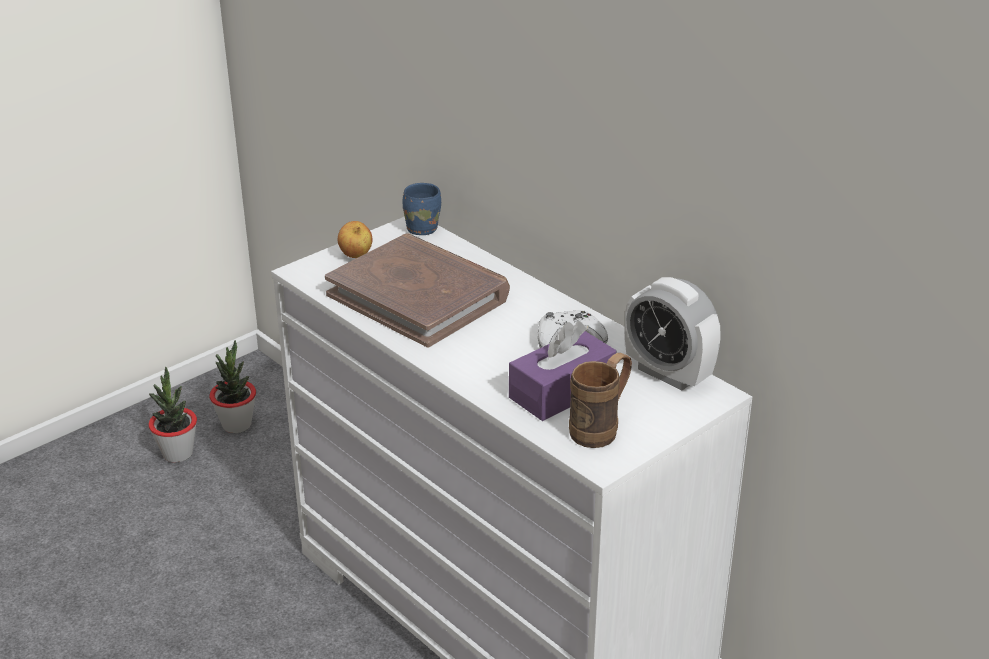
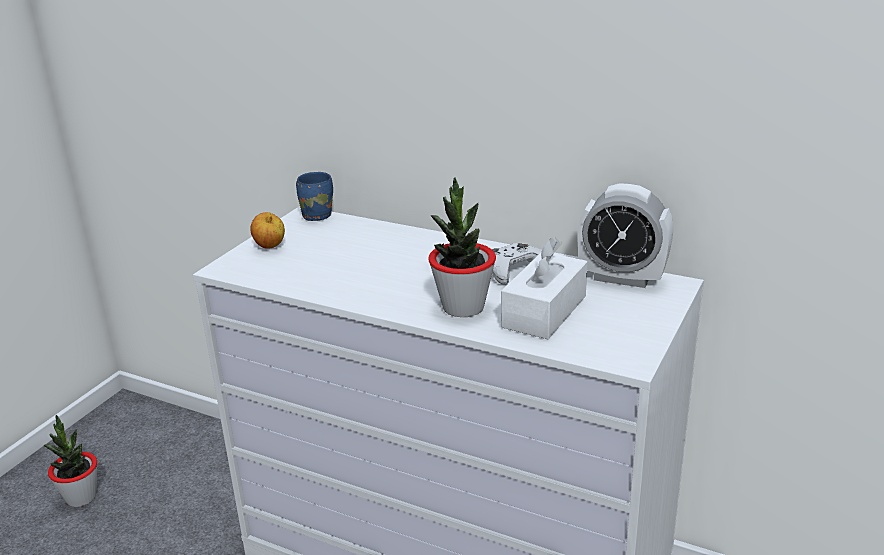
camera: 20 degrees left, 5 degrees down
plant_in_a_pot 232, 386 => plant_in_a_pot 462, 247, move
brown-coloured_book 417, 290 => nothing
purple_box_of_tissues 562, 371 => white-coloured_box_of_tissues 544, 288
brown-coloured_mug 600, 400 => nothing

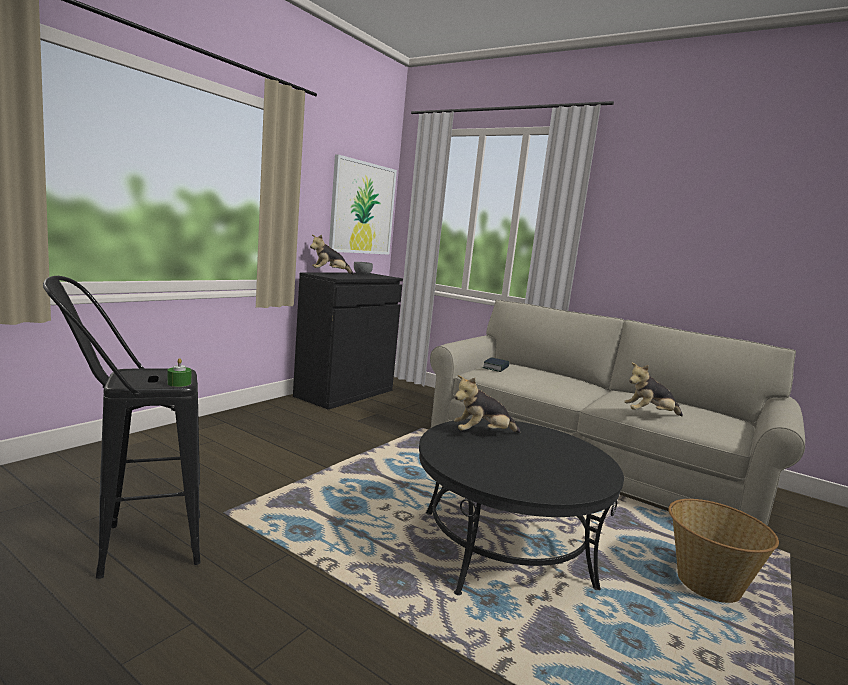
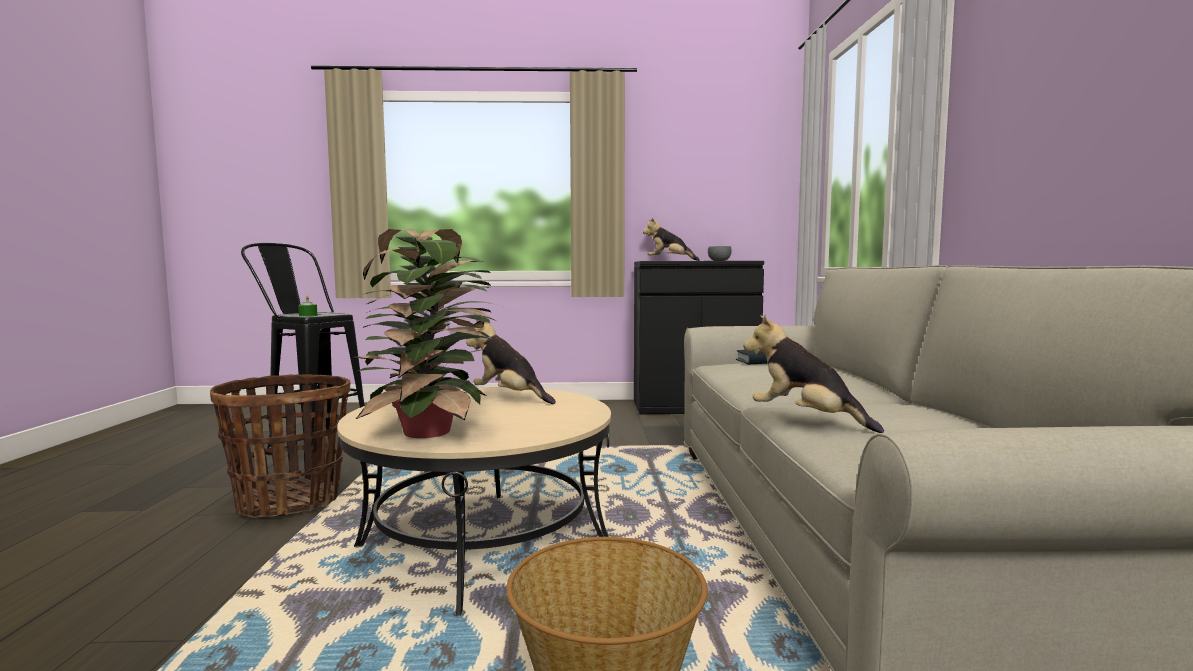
camera: 55 degrees right, 5 degrees down
picture 363, 204 => nothing
black_lounge_table 521, 507 => sand-coloured_lounge_table 474, 501
nothing => household_basket 280, 446
nothing => plant_in_a_pot 430, 333

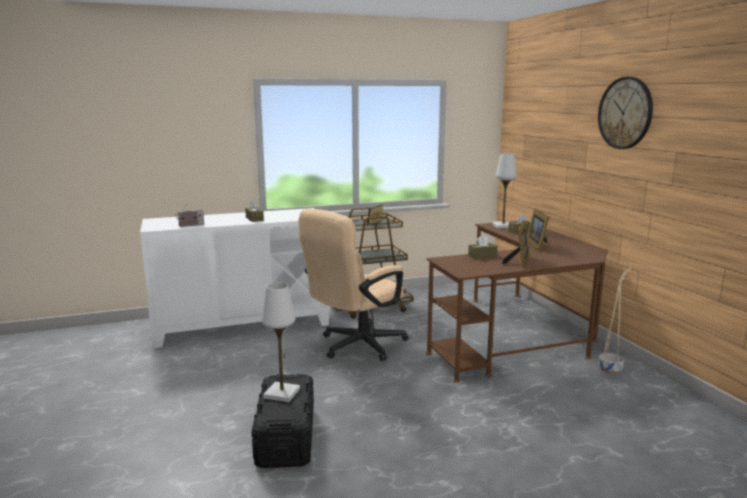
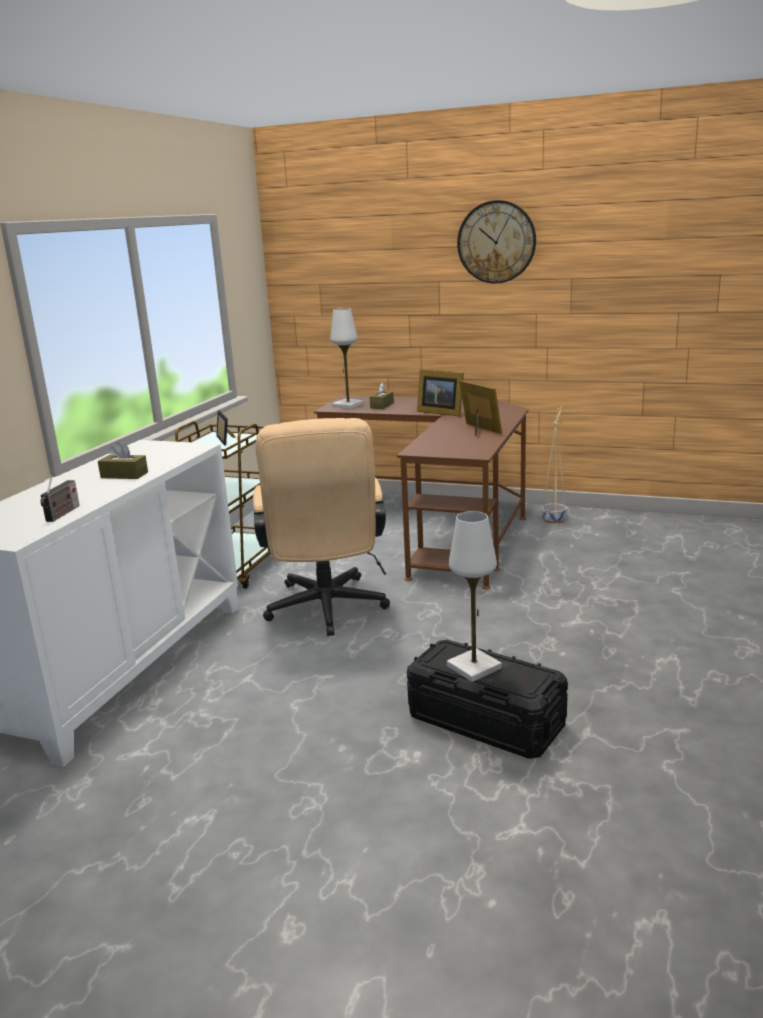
camera: 50 degrees left, 5 degrees up
brown-coloured_box_of_tissues 483, 247 => nothing

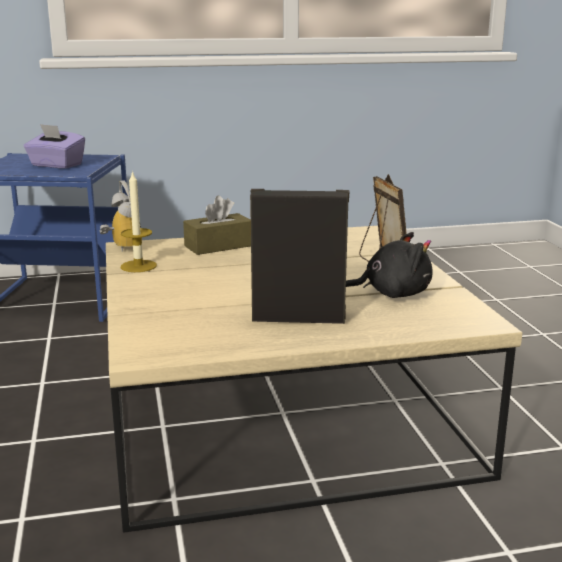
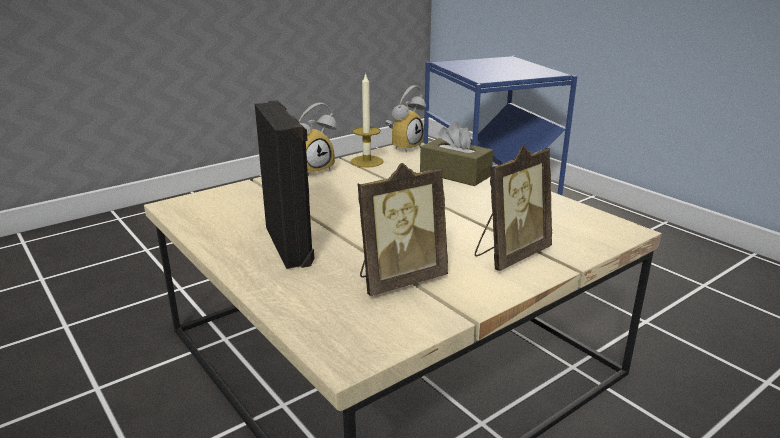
camera: 65 degrees right, 5 degrees up
purple_box_of_tissues 54, 146 => nothing
black_soft_toy 389, 265 => standing_frame 402, 229
nothing => bedside_clock 318, 139

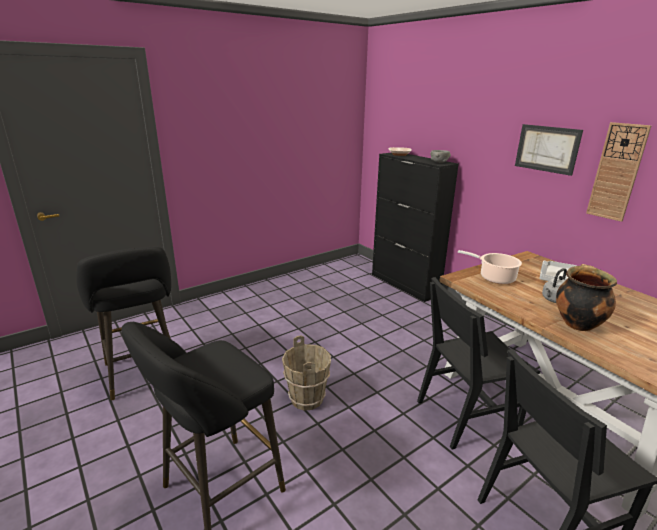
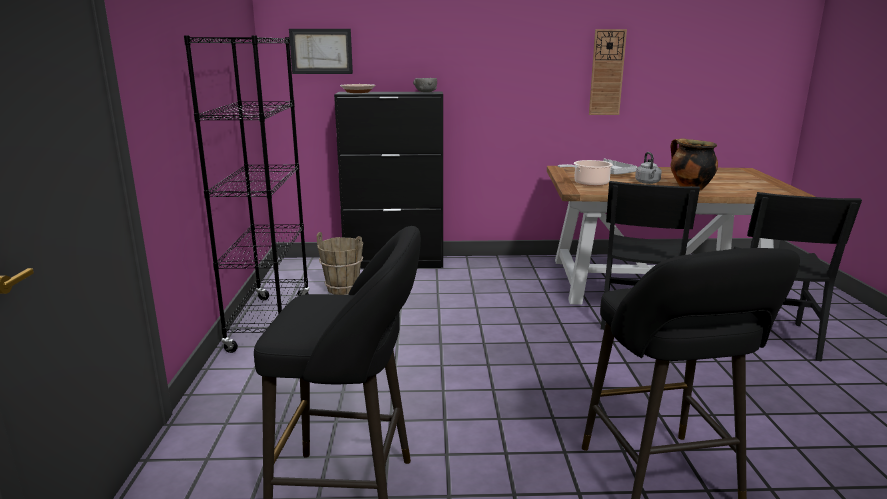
camera: 55 degrees left, 5 degrees down
brown-coloured_bucket 306, 373 => brown-coloured_bucket 340, 263, move
picture 549, 150 => picture 321, 51, move
nothing => black_shelving_unit 247, 194

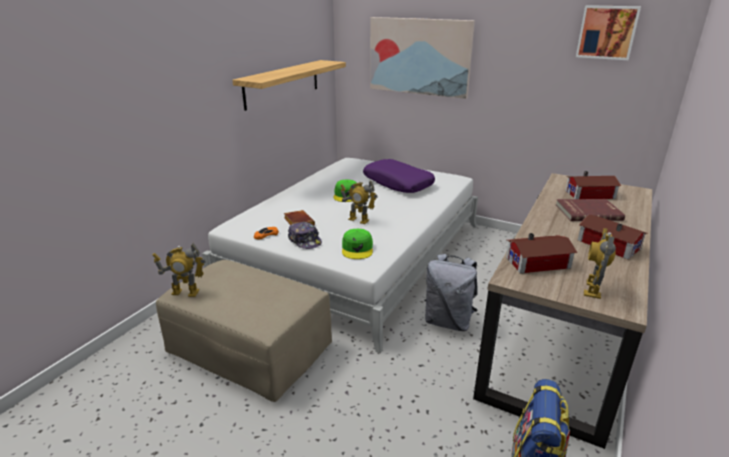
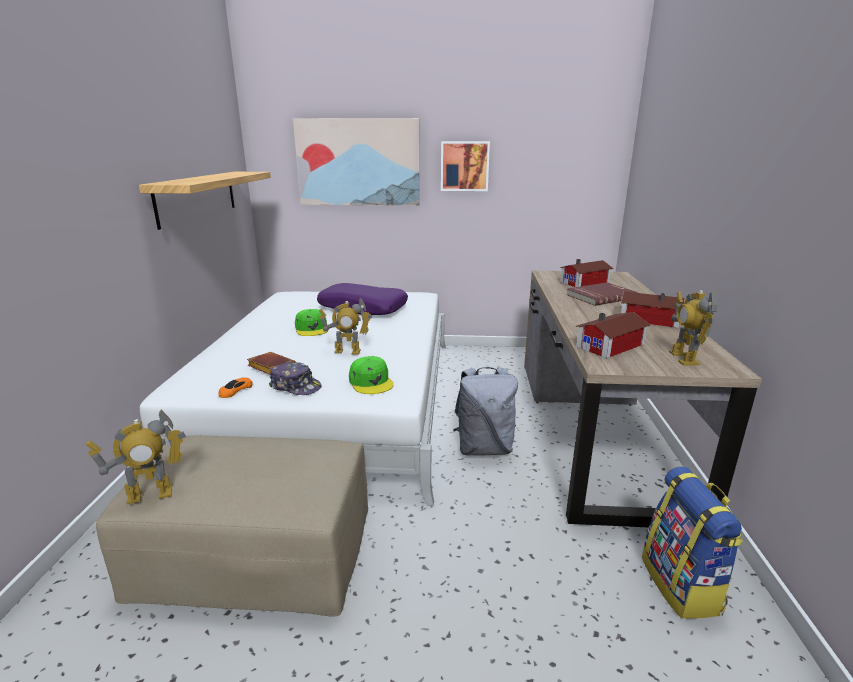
camera: 25 degrees left, 5 degrees down
picture 608, 32 => picture 465, 166, move

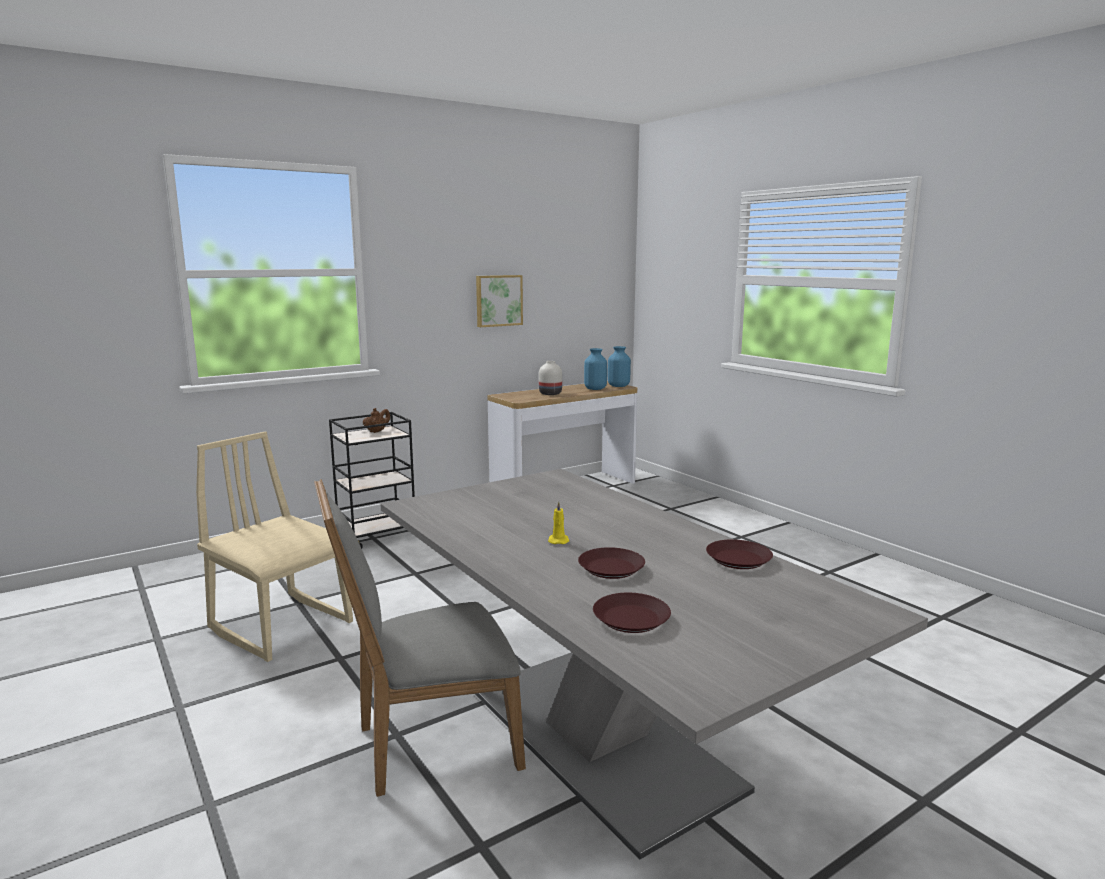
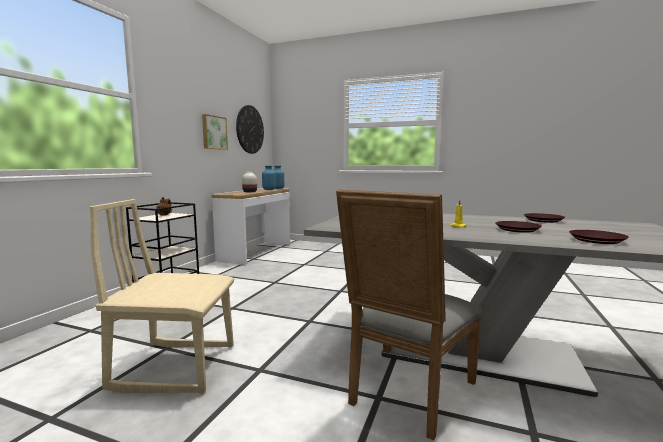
camera: 35 degrees left, 5 degrees down
nothing => hanging_clock 250, 129

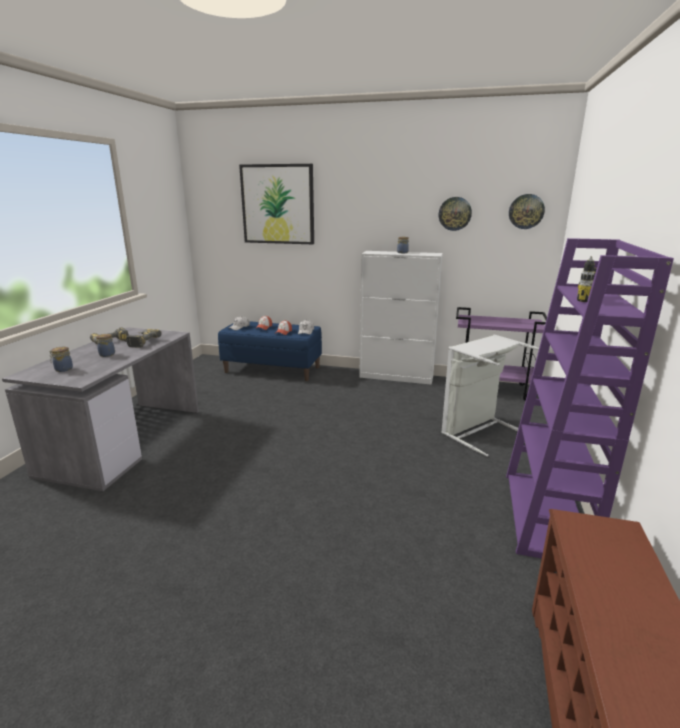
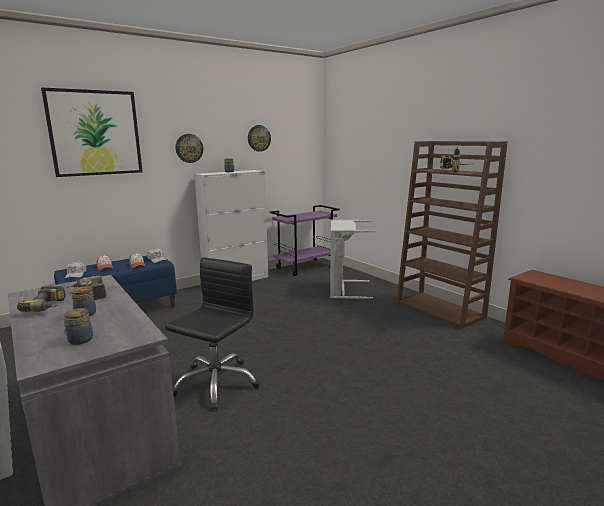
camera: 50 degrees left, 5 degrees down
purple_shelving_unit 590, 398 => brown-coloured_shelving_unit 452, 235
hanging_clock 527, 211 => hanging_clock 189, 148, move
nothing => black_desk_chair 212, 334

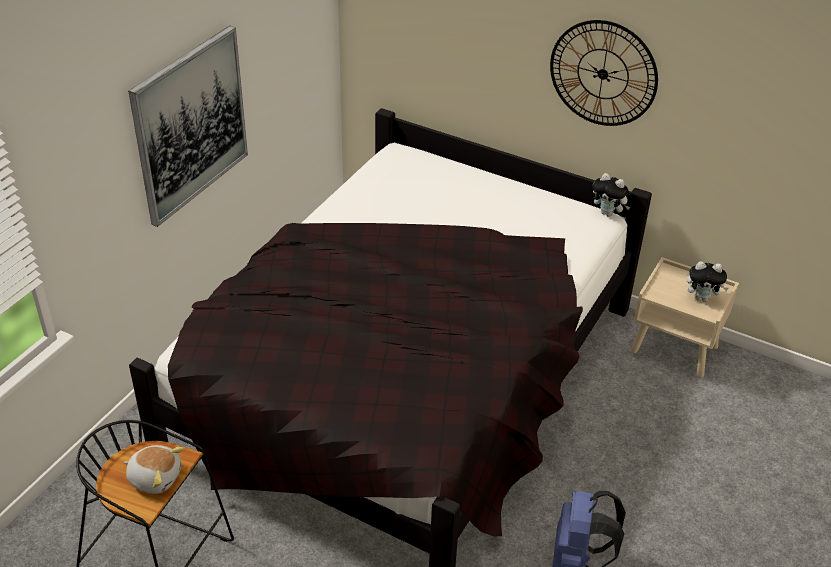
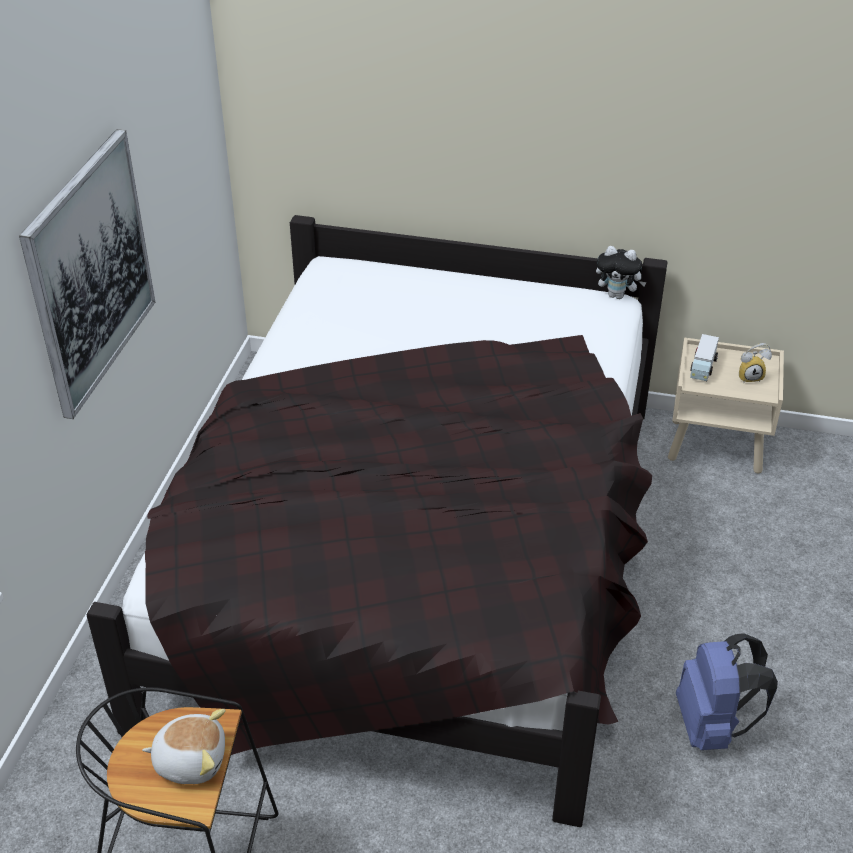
camera: 15 degrees left, 0 degrees up
hanging_clock 604, 73 => nothing
soft_toy 708, 281 => bedside_clock 755, 362
nothing => toy_lorry 704, 357

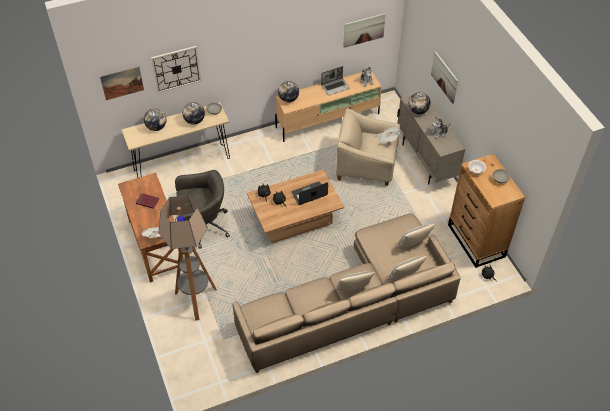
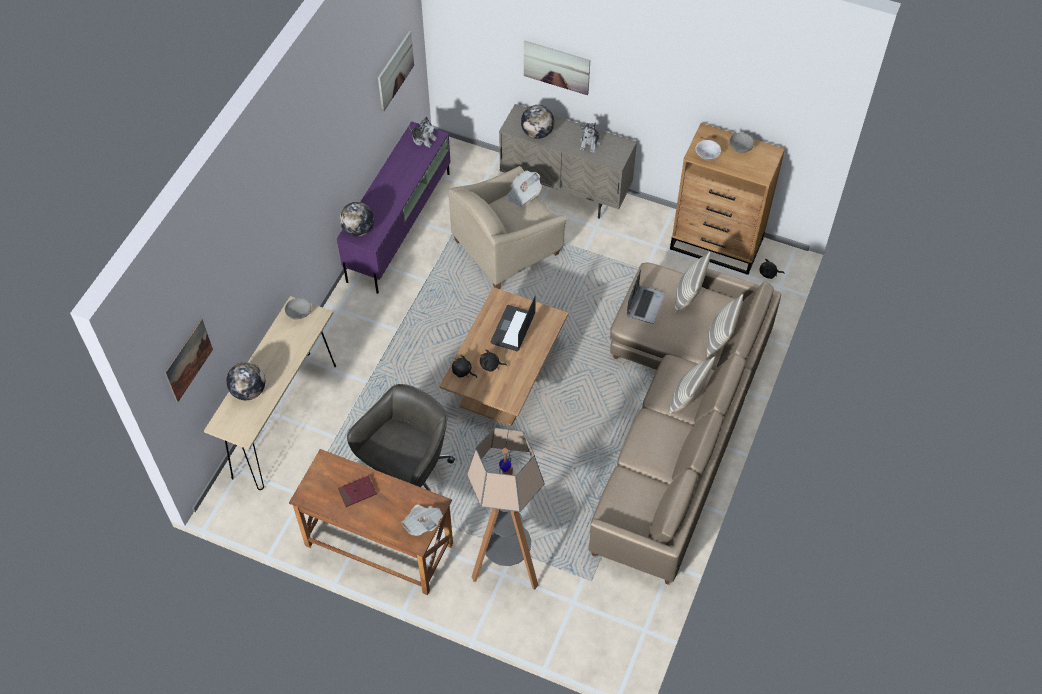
camera: 45 degrees left, 5 degrees up
hanging_clock 176, 69 => nothing
world_globe 193, 113 => nothing
sand-coloured_tv_unit 328, 107 => purple_tv_unit 393, 207
portable_computer 335, 80 => portable_computer 646, 296, move

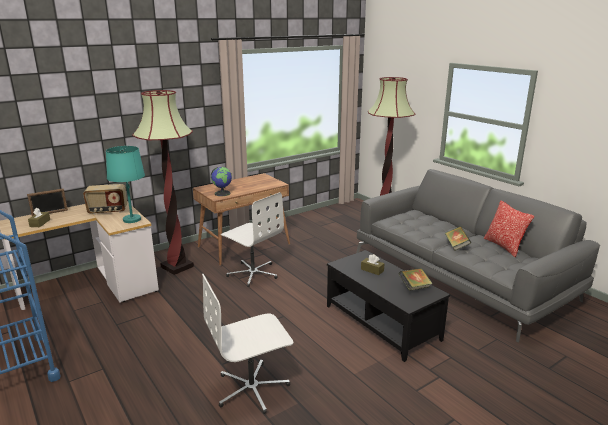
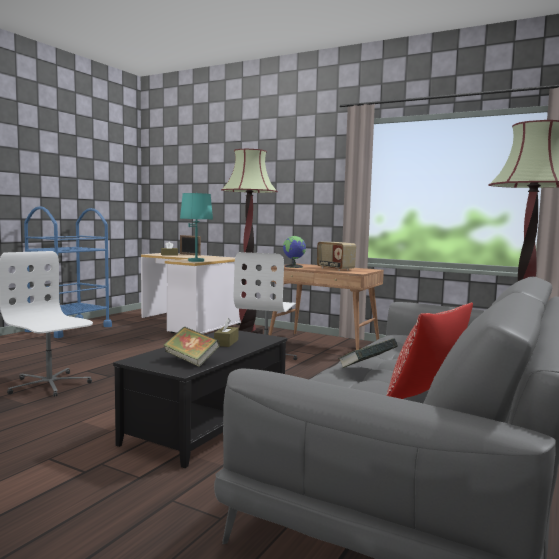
camera: 65 degrees right, 15 degrees down
radio_receiver 105, 199 => radio_receiver 336, 256, move

